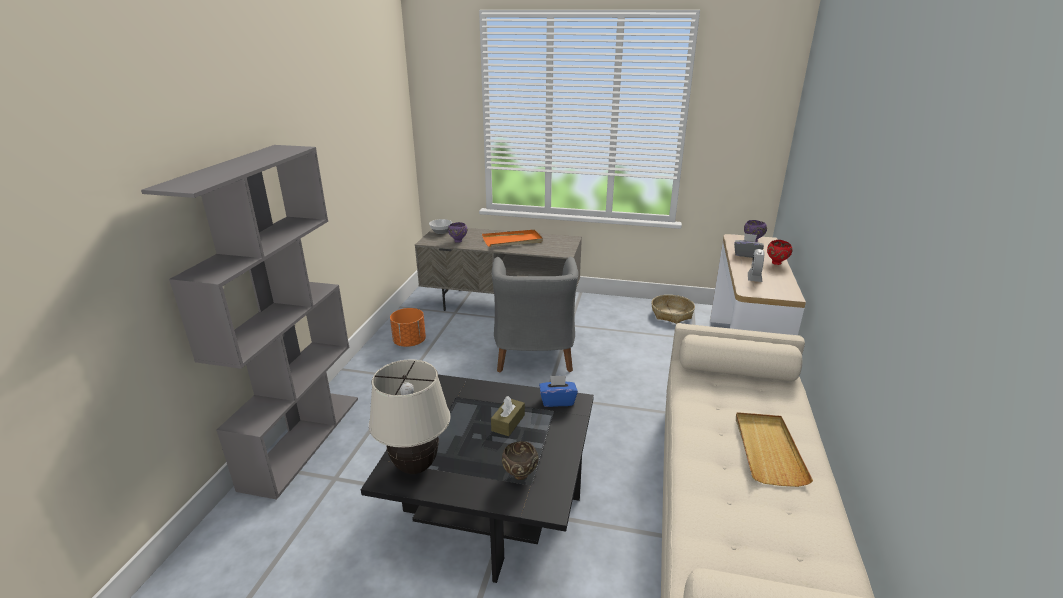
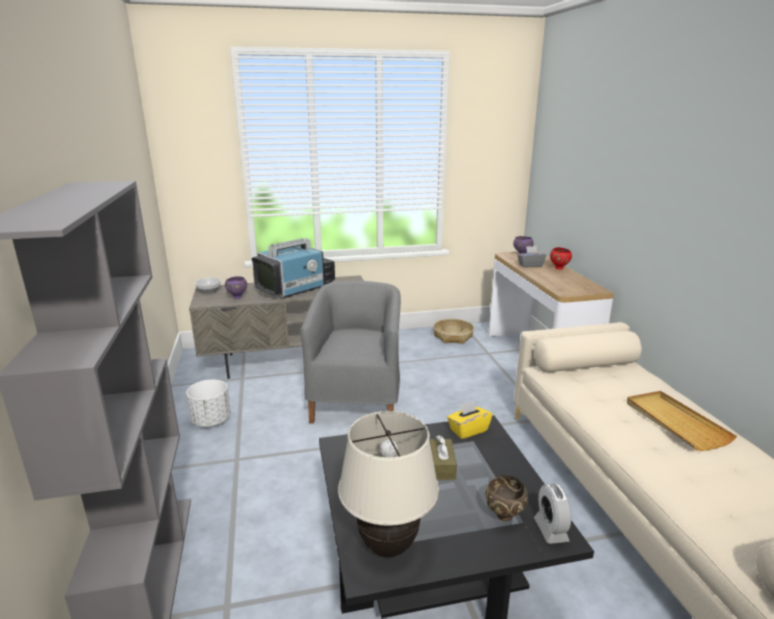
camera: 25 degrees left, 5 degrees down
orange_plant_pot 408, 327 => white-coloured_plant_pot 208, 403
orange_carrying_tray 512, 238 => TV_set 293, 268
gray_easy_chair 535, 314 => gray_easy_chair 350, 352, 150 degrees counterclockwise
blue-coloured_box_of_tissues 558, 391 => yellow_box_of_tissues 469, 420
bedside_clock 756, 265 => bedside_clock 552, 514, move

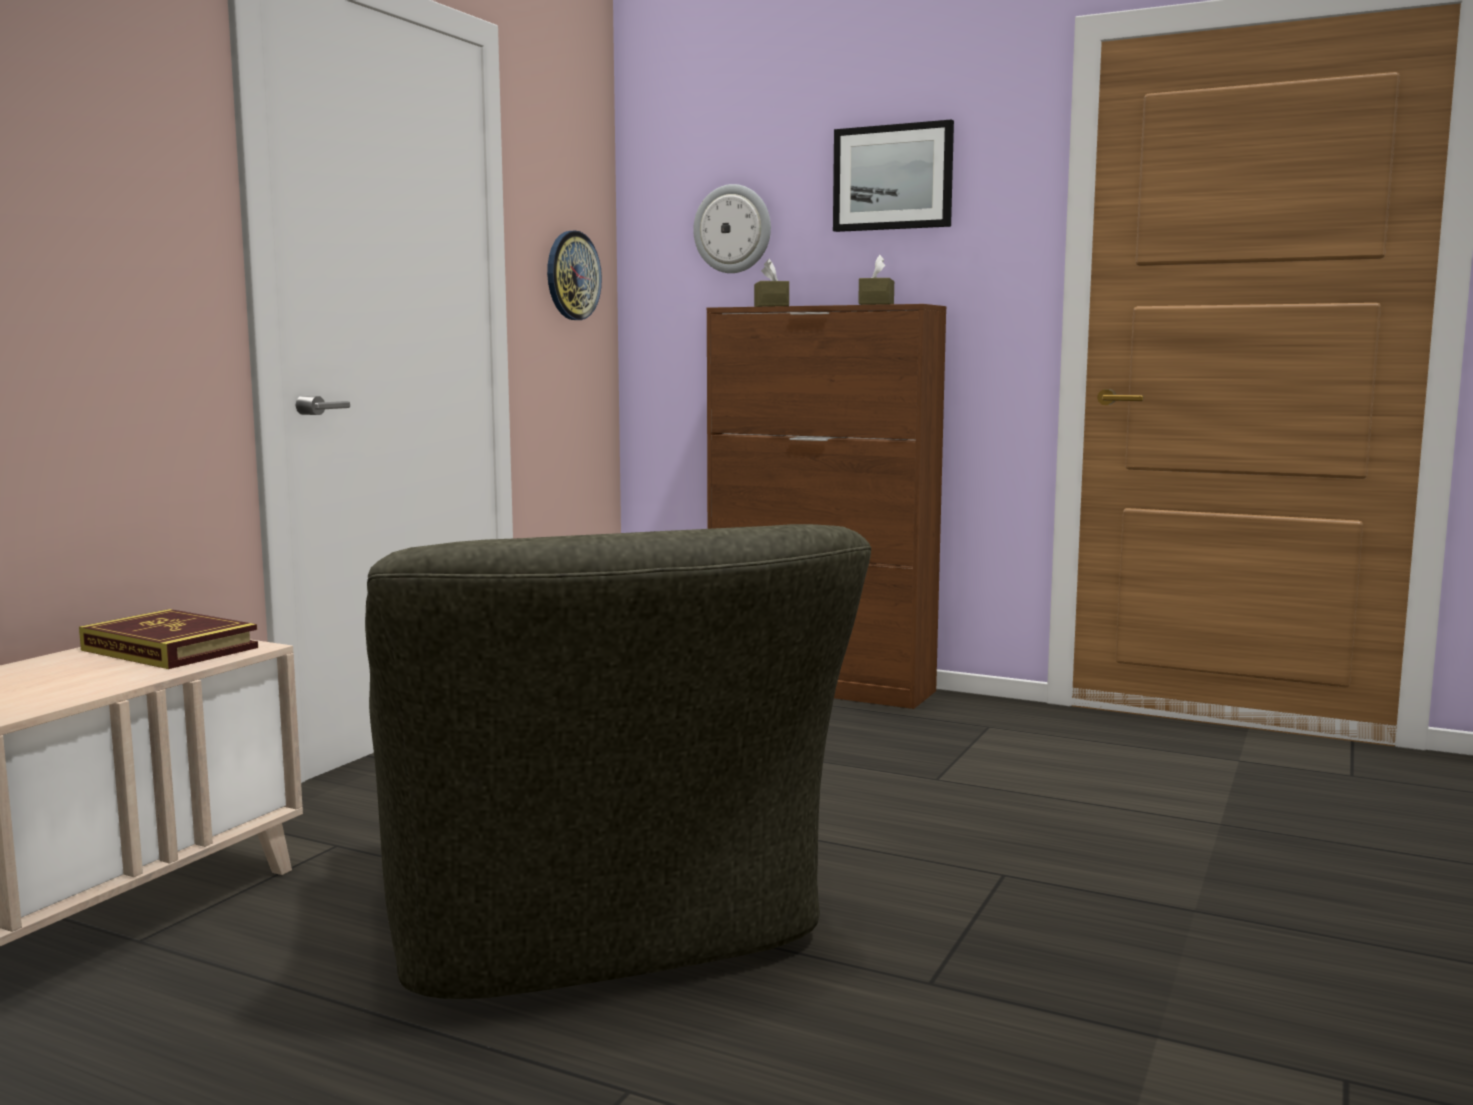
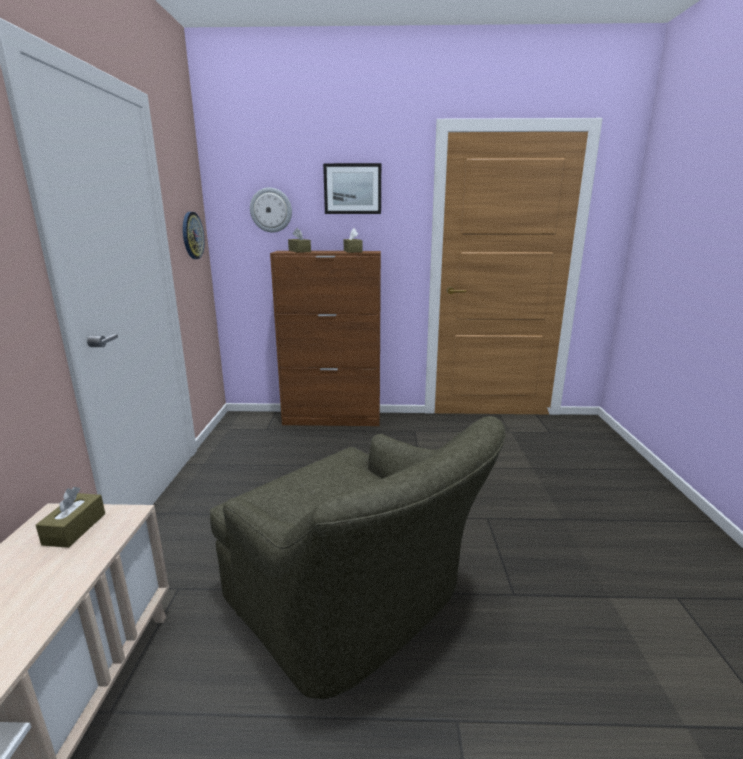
camera: 25 degrees left, 10 degrees up
book 168, 639 => brown-coloured_box_of_tissues 70, 517

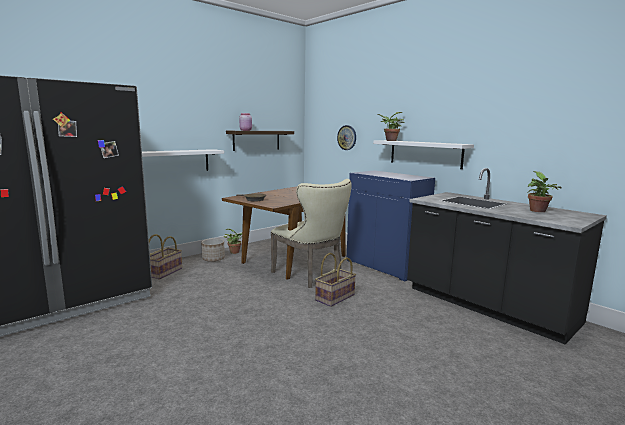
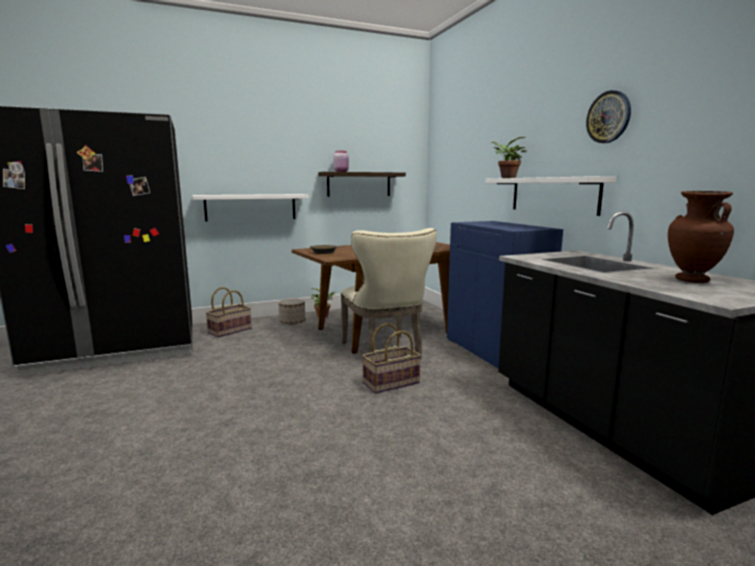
camera: 20 degrees right, 0 degrees up
hanging_clock 346, 137 => hanging_clock 608, 116, move
plant_in_a_pot 544, 191 => brown-coloured_flower_vase 701, 237

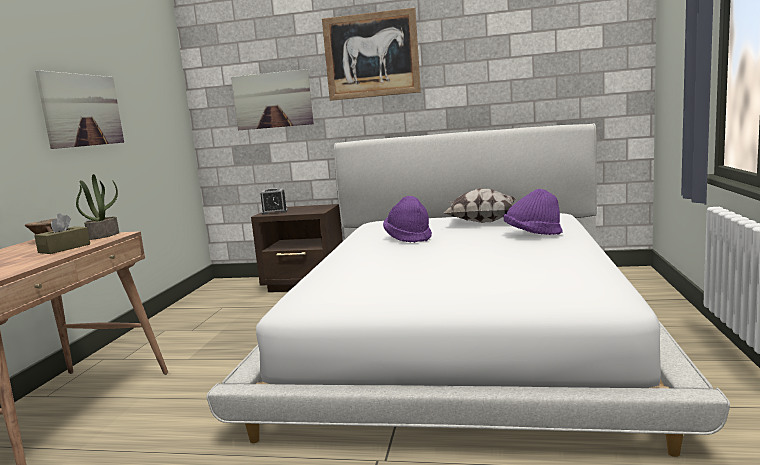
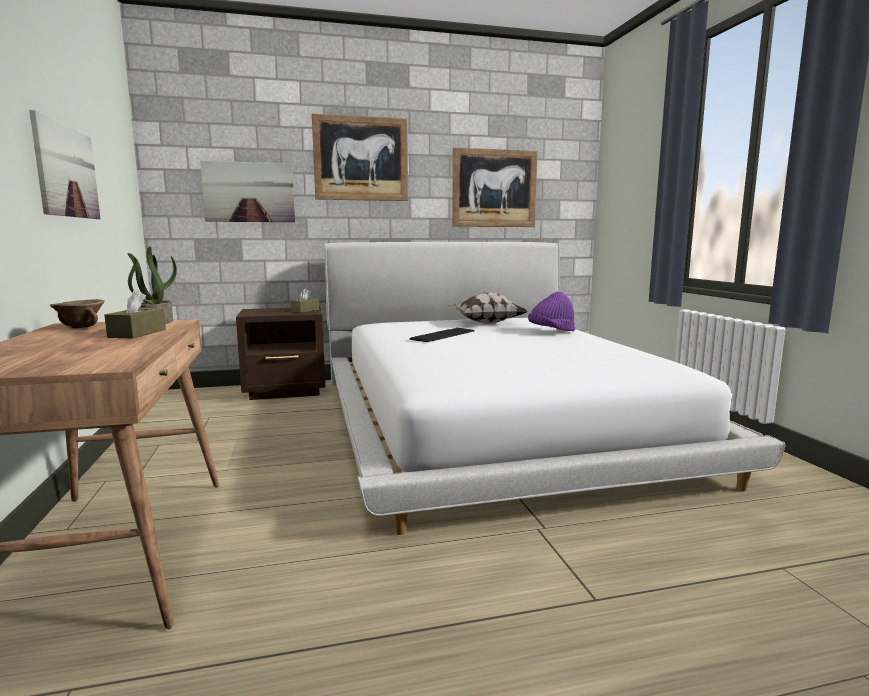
camera: 25 degrees left, 0 degrees up
bedside_clock 274, 201 => nothing
purple_clothing_hat 407, 219 => keyboard 442, 335
nothing => brown-coloured_box_of_tissues 304, 301
nothing => picture 495, 187

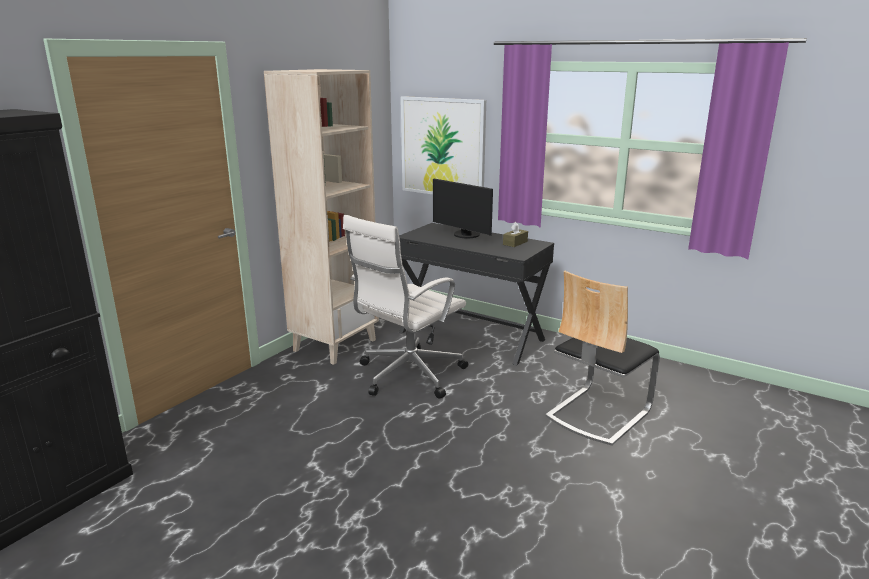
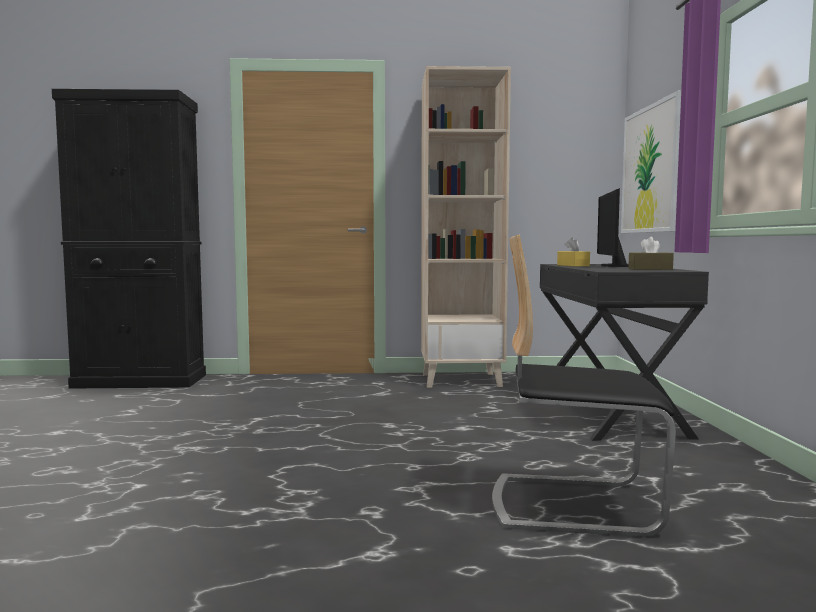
camera: 55 degrees right, 15 degrees down
white-coloured_desk_chair 405, 307 => nothing
nothing => yellow_box_of_tissues 573, 252

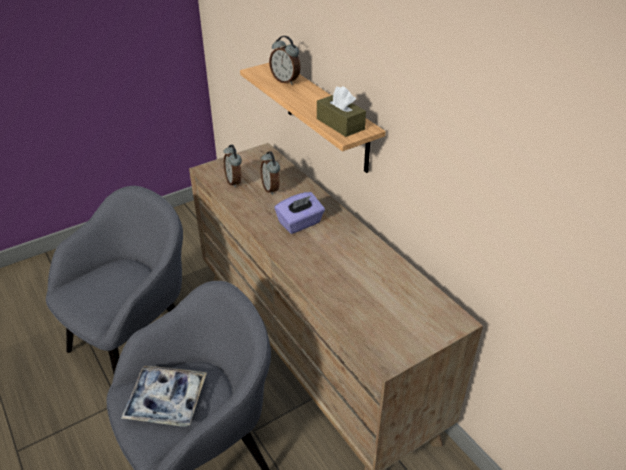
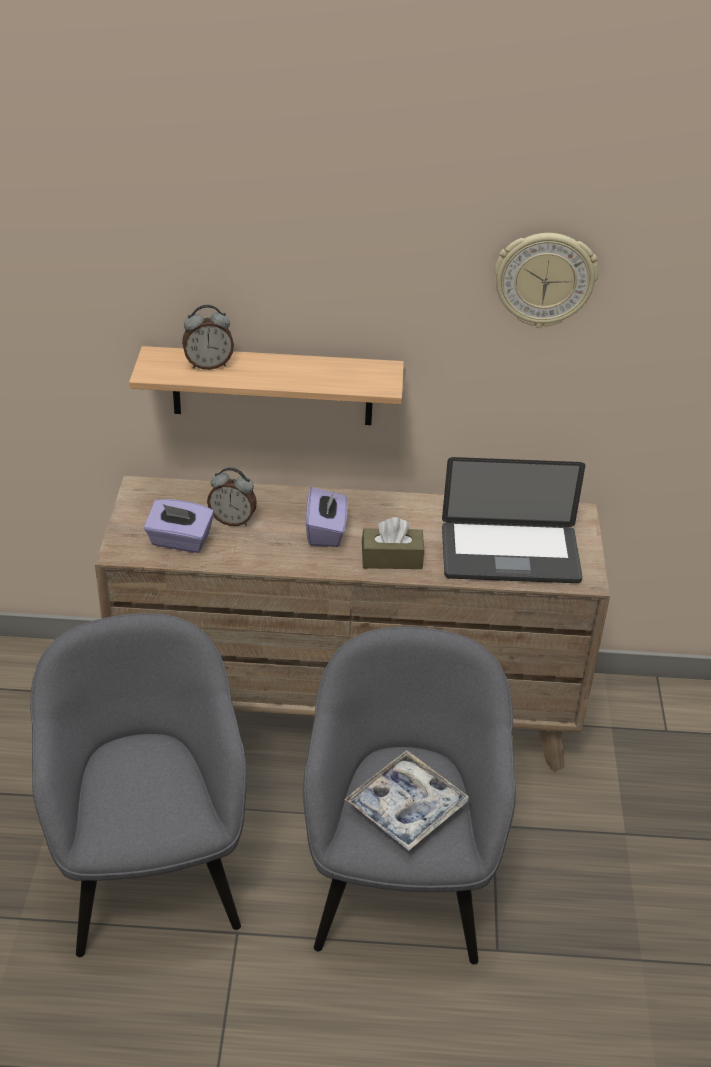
camera: 55 degrees left, 0 degrees up
bedside_clock 232, 166 => purple_box_of_tissues 179, 526
brown-coloured_box_of_tissues 341, 111 => brown-coloured_box_of_tissues 393, 543, move
nothing => portable_computer 513, 520
nothing => hanging_clock 546, 280

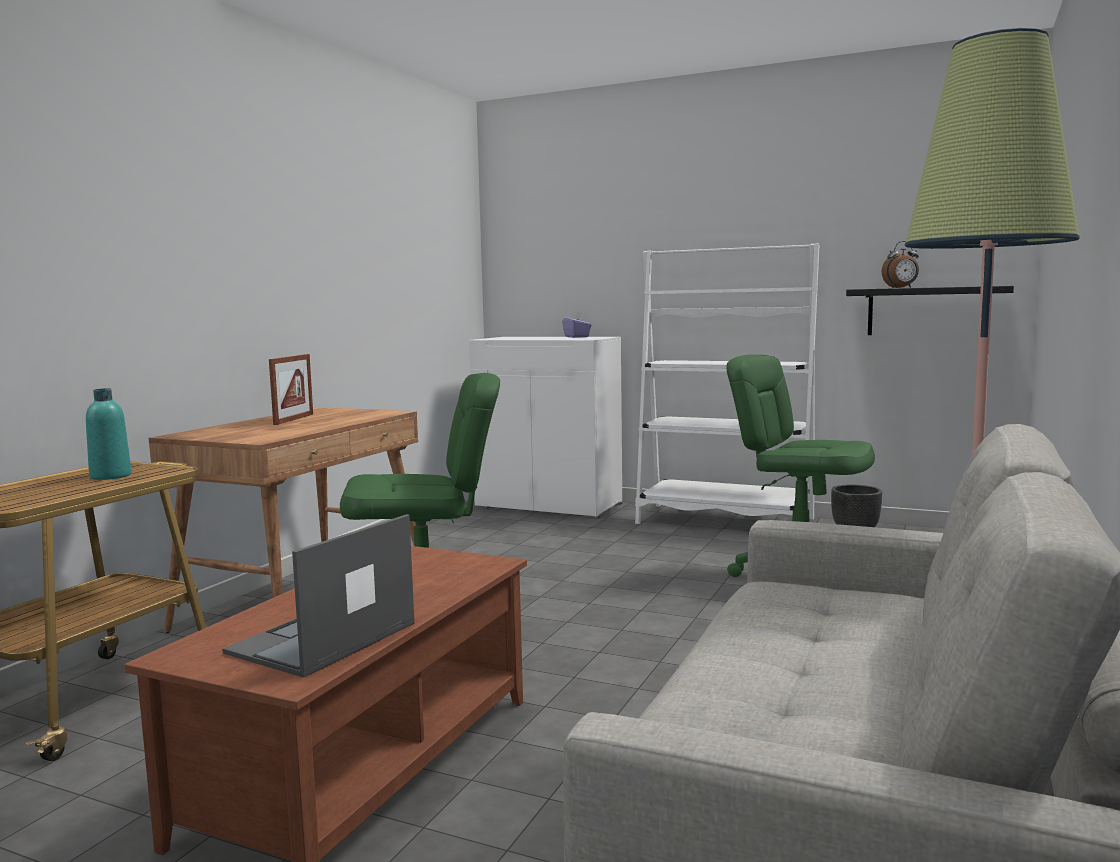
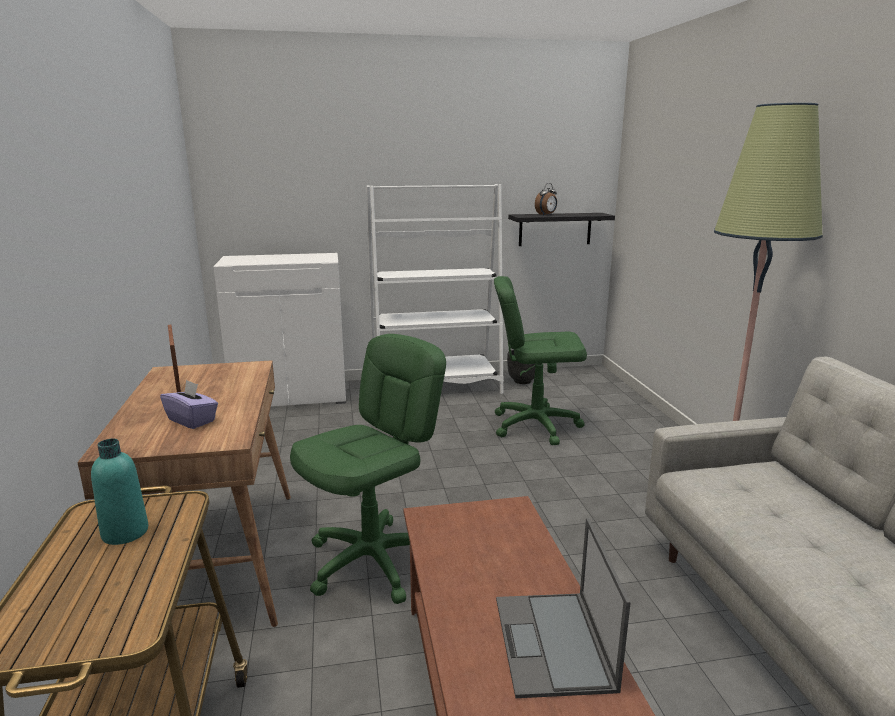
camera: 35 degrees left, 10 degrees up
purple_box_of_tissues 577, 325 => purple_box_of_tissues 189, 404, move

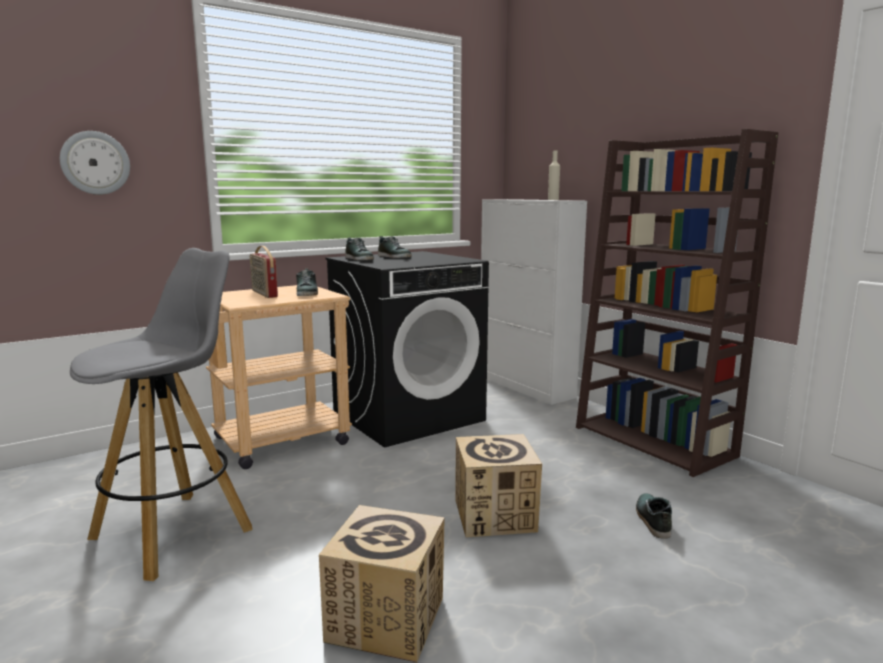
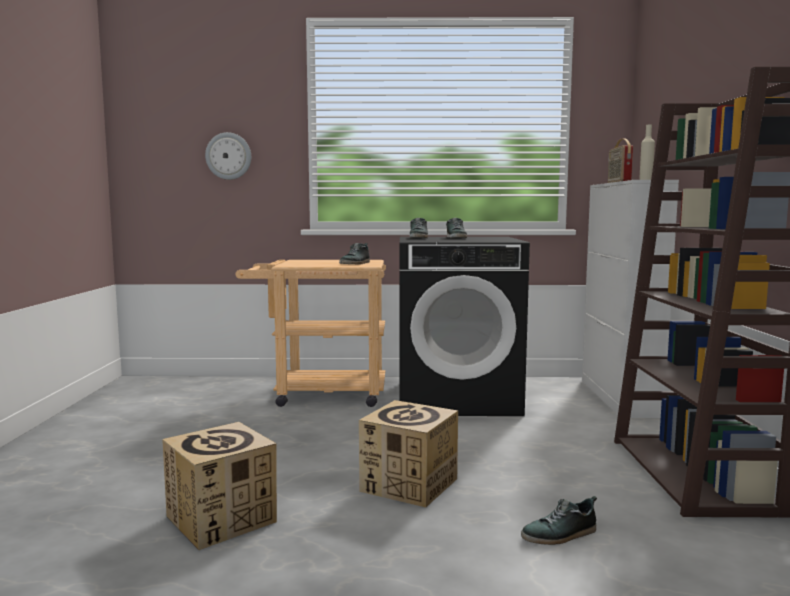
camera: 35 degrees right, 5 degrees down
gray_stool 161, 414 => nothing
radio_receiver 264, 272 => radio_receiver 620, 160, move
low_shoe 654, 516 => low_shoe 559, 520, 150 degrees counterclockwise

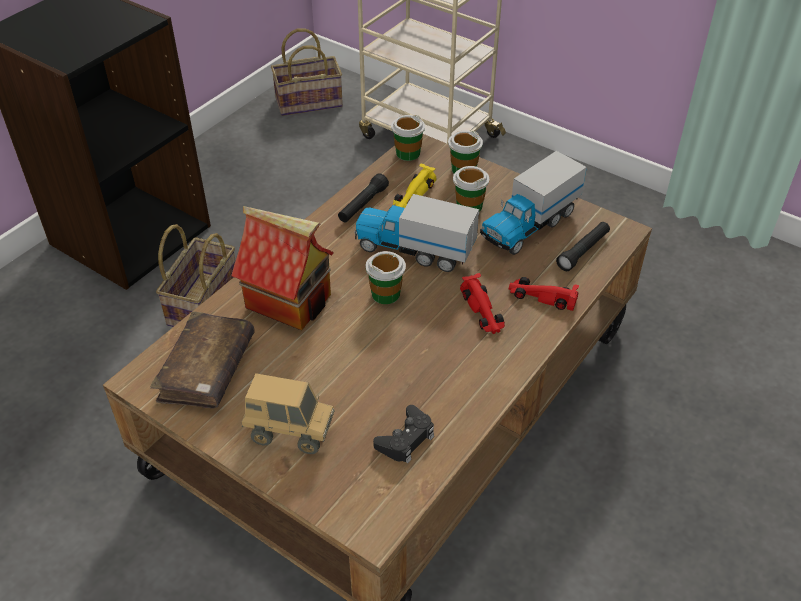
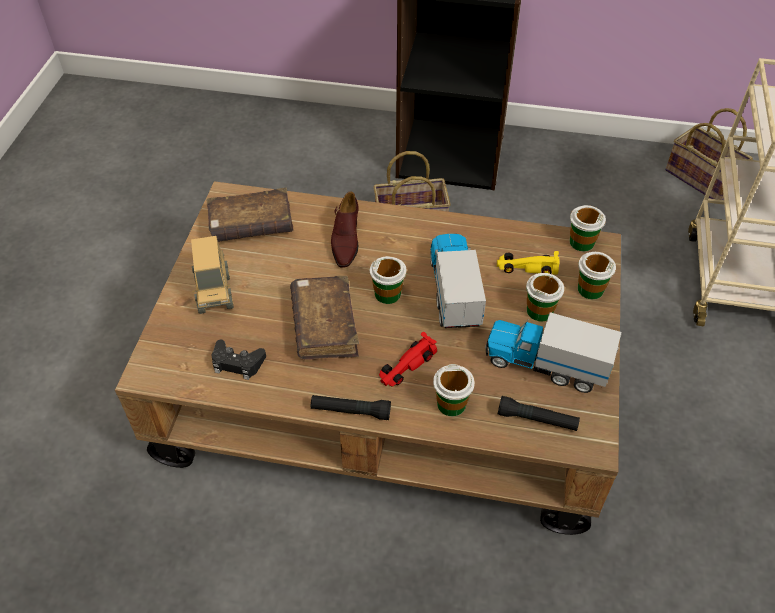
camera: 65 degrees right, 5 degrees up
toy_house 282, 268 => brown-coloured_low_shoe 344, 229
black_torch 363, 197 => black_torch 351, 407, move
red-coloured_miniature_car 543, 294 => drinking_cup 454, 390
nothing => brown-coloured_book 324, 318

